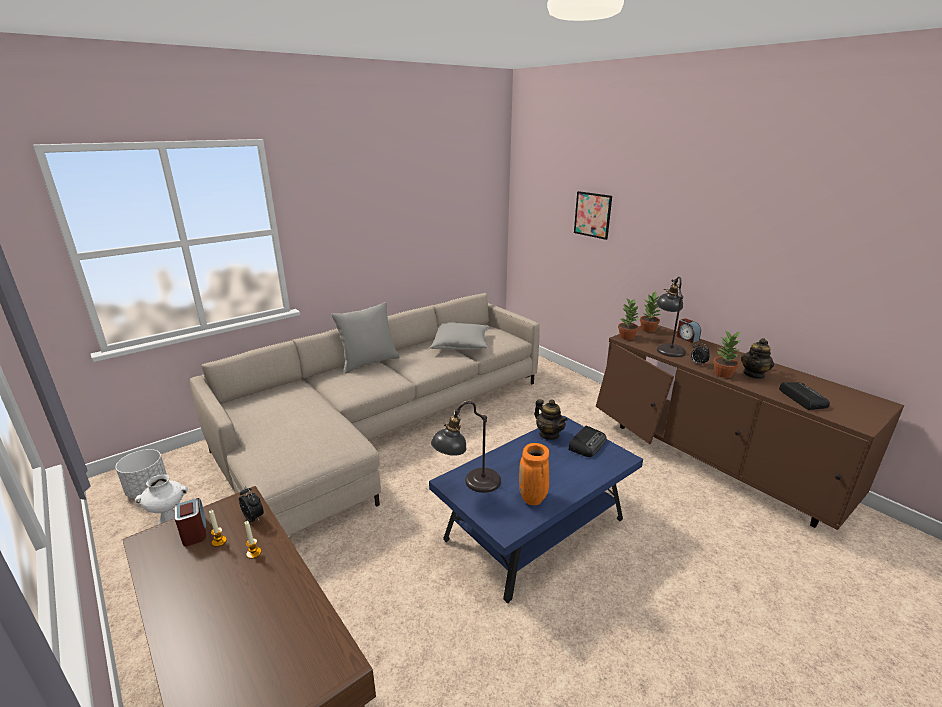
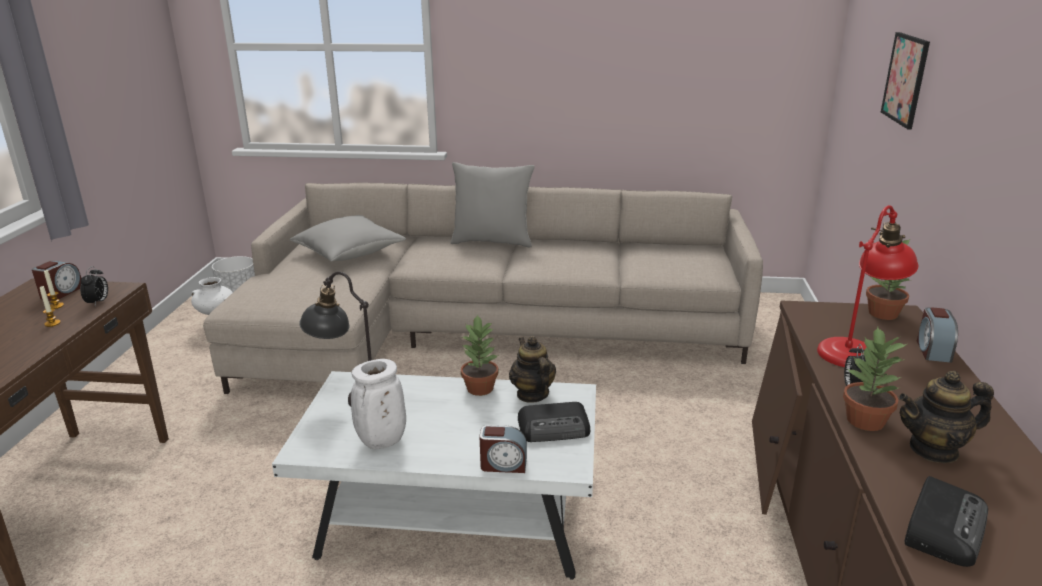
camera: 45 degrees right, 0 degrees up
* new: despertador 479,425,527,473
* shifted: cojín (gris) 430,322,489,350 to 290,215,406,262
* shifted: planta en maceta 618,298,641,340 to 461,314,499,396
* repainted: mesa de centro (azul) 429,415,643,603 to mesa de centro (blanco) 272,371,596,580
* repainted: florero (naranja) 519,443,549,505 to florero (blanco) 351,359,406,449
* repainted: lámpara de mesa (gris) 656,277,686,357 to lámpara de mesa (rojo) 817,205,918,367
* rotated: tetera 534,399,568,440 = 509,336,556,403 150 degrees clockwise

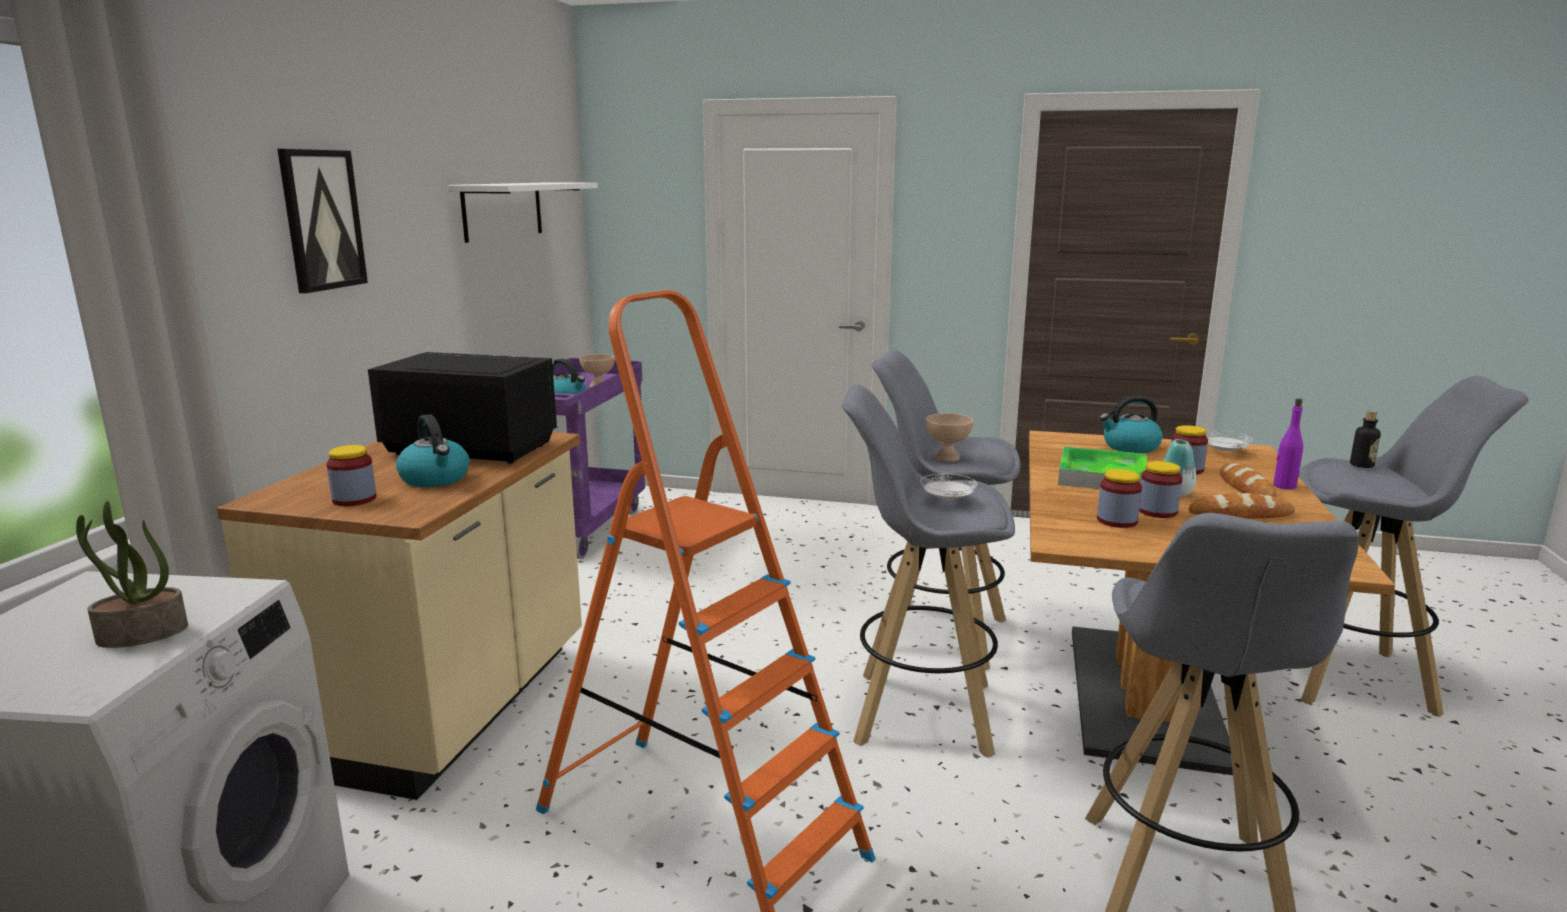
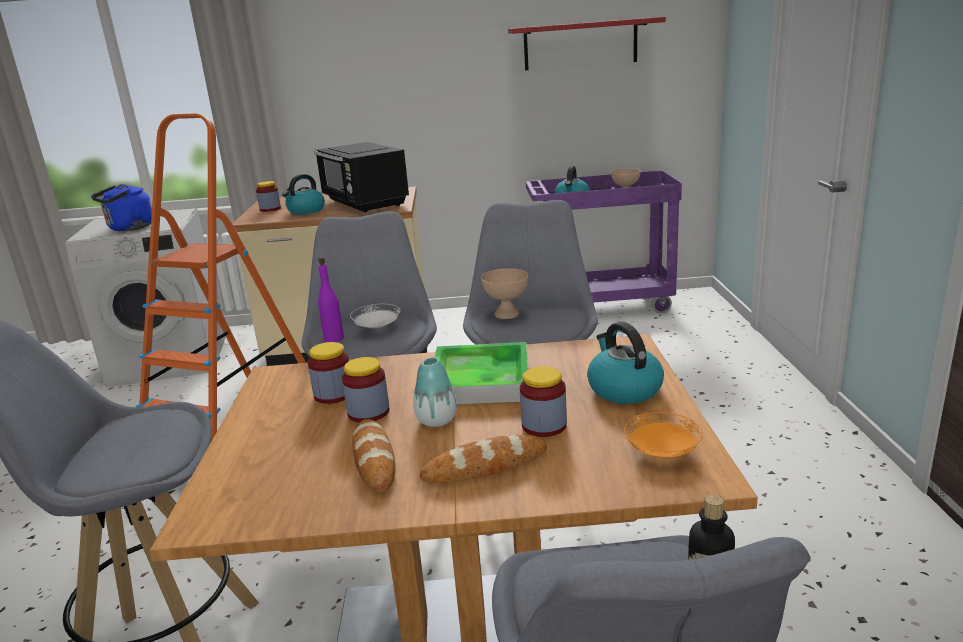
camera: 75 degrees right, 5 degrees up
* gone: cuadro 277,149,368,293
* shifted: botella (morado) 1273,398,1303,490 to 318,257,344,342
* swapped: planta en maceta 76,501,188,648 to hervidor (azul) 91,184,152,231
* repainted: estante (blanco) 447,183,598,243 to estante (rojo) 508,17,666,71
* repainted: plato (blanco) 1207,430,1253,452 to plato (naranja) 624,412,703,457
* rotated: microondas (negro) 368,352,557,464 = 314,142,409,213 150 degrees clockwise

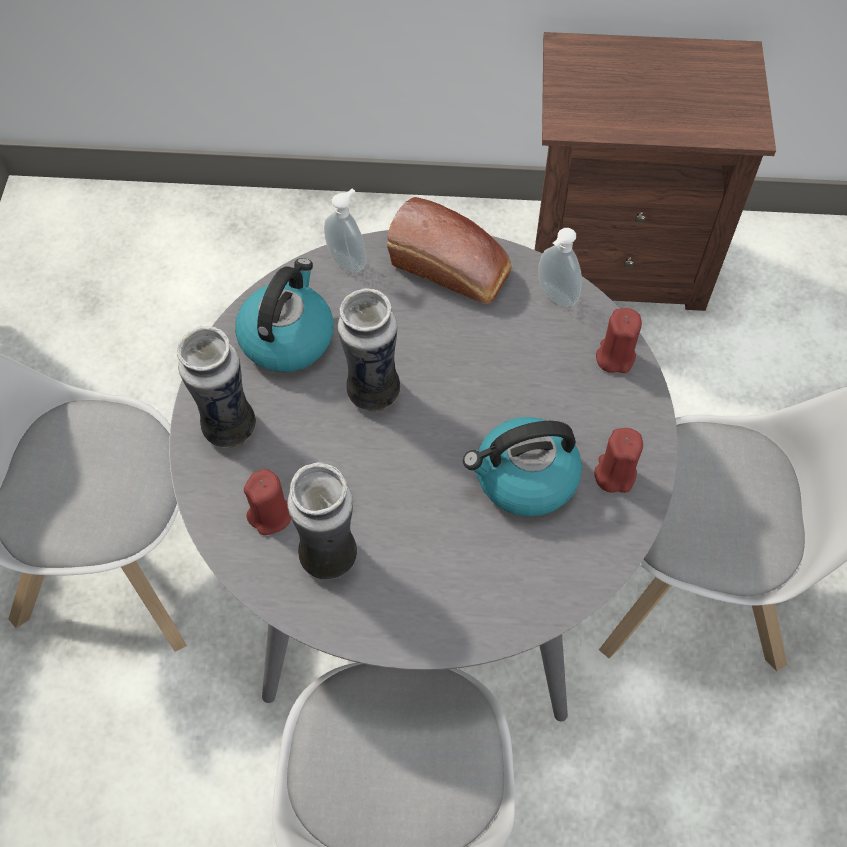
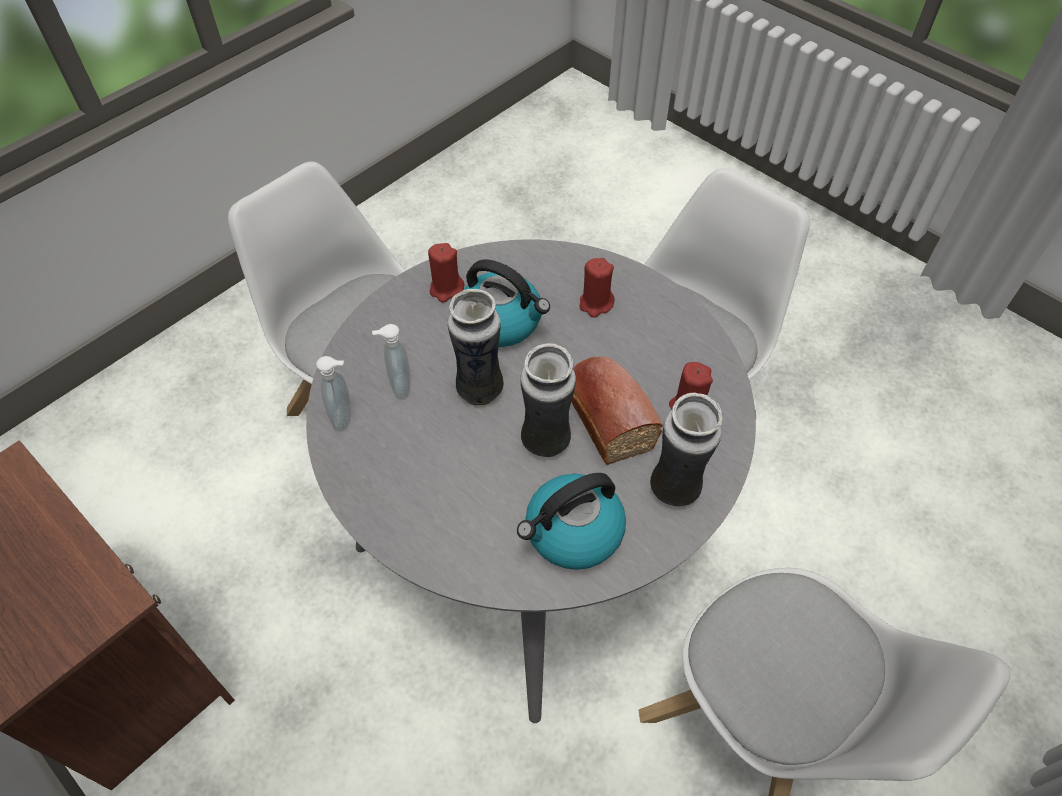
camera: 140 degrees left, 5 degrees down
* shifted: florero 287,462,357,580 to 448,289,504,405
* shifted: dispensador de jabón 324,189,366,273 to 372,324,410,400
* shifted: pan 387,197,512,304 to 571,357,663,465
* shifted: vela (rojo) 596,308,642,373 to 580,258,614,318

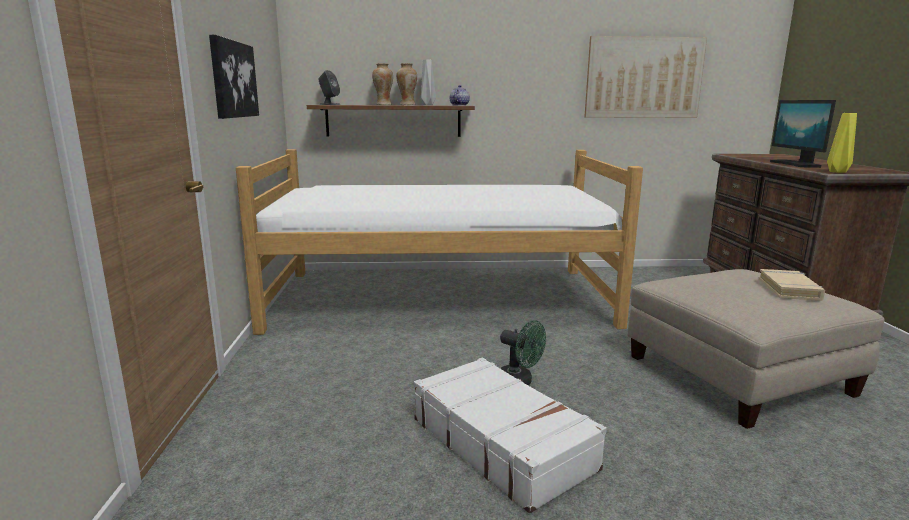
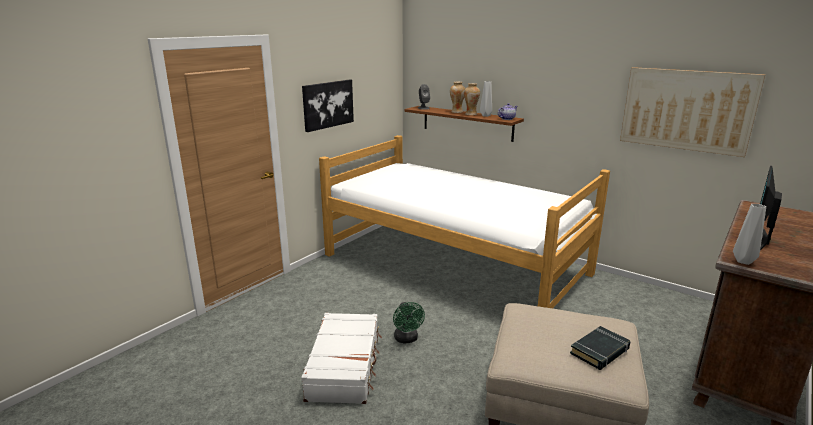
camera: 40 degrees right, 5 degrees up
* repainted: libro (beis) 759,269,825,301 to libro (negro) 570,326,630,370
* repainted: florero (amarillo) 827,113,857,173 to florero (gris) 733,204,766,265

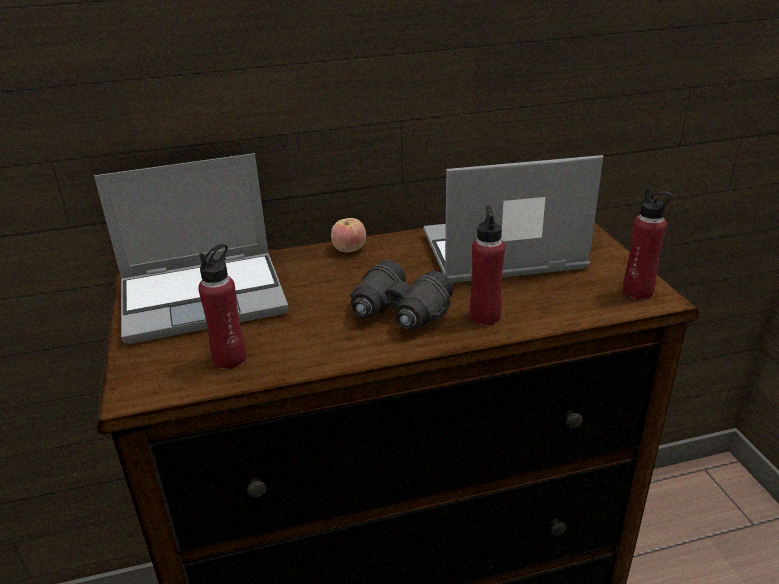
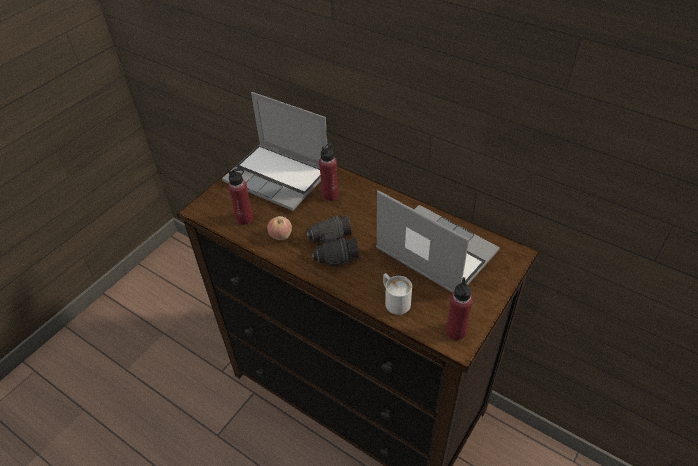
camera: 50 degrees right, 15 degrees up
* new: taza grande (blanco) 383,273,412,315
* shifted: manzana 331,218,366,252 to 267,216,292,240
* shifted: botella (rojo) 470,206,505,325 to 319,141,339,201

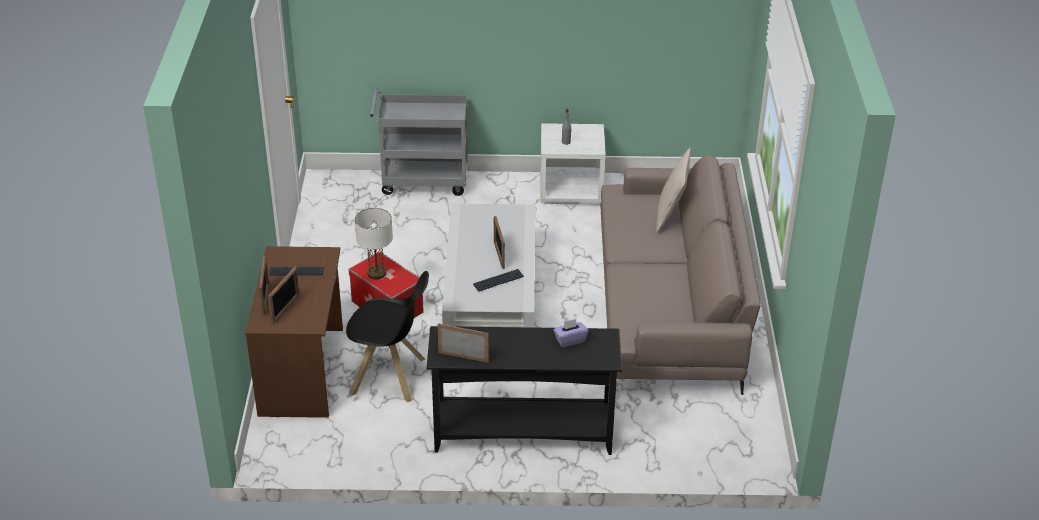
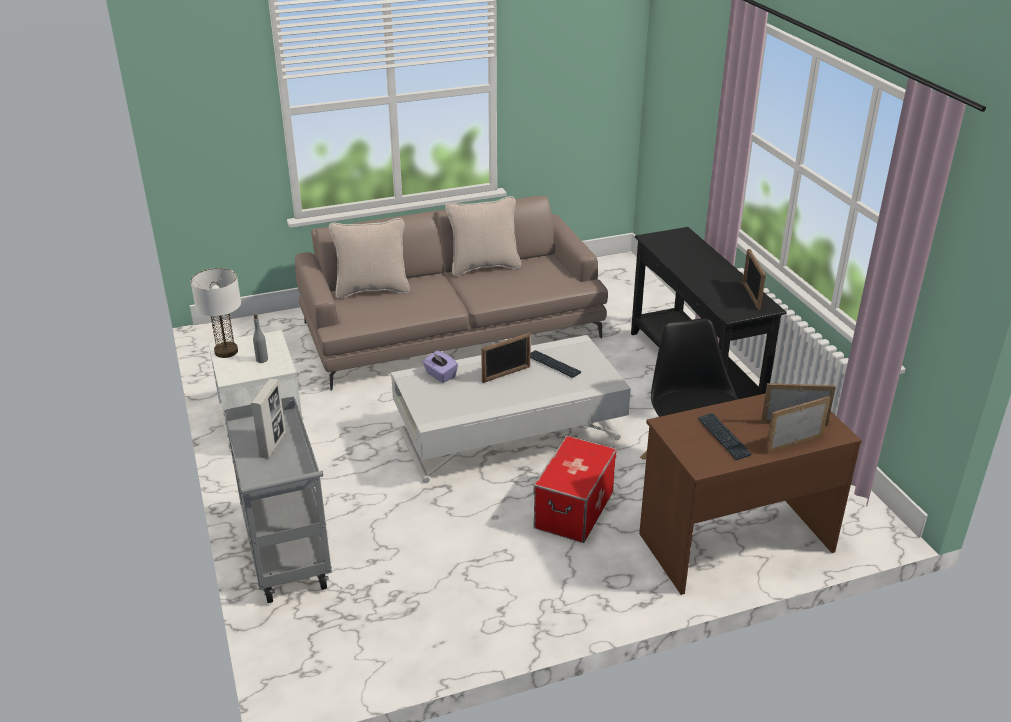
camera: 110 degrees left, 5 degrees down
* new: portarretratos 251,379,286,459
* new: cojín (beis) 445,196,521,276
* shifted: lámpara de mesa 355,208,393,280 to 191,268,241,358
* shifted: caja de pañuelos (morado) 553,319,588,348 to 422,351,458,383

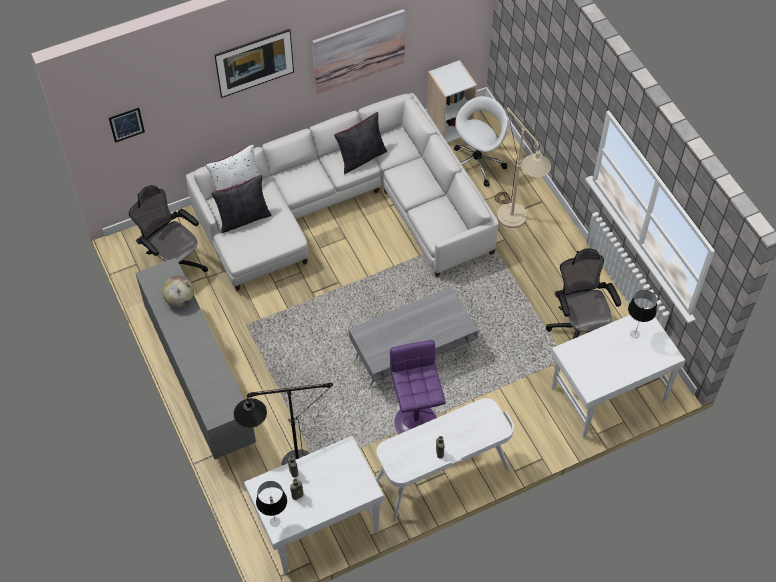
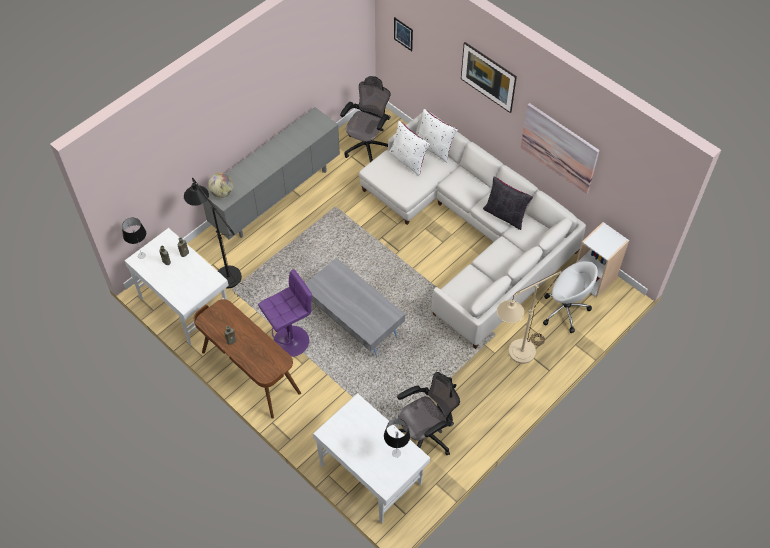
camera: 70 degrees right, 0 degrees up
* shifted: globo terráqueo 162,275,194,307 to 208,173,234,198
* repainted: cojín (negro) 211,175,272,233 to cojín (blanco) 389,121,430,176
* repainted: escritorio (blanco) 375,398,514,522 to escritorio (marrón) 194,299,301,419

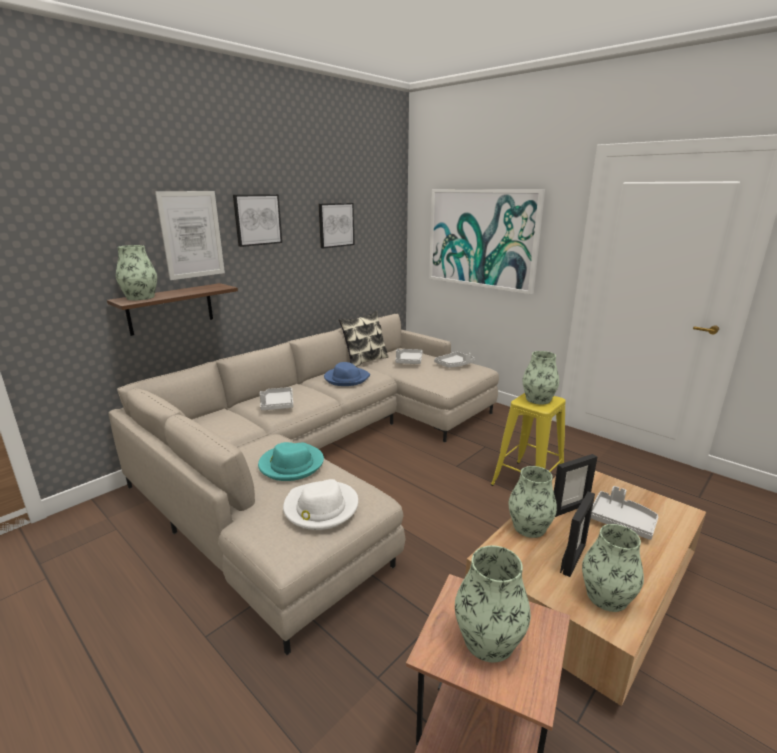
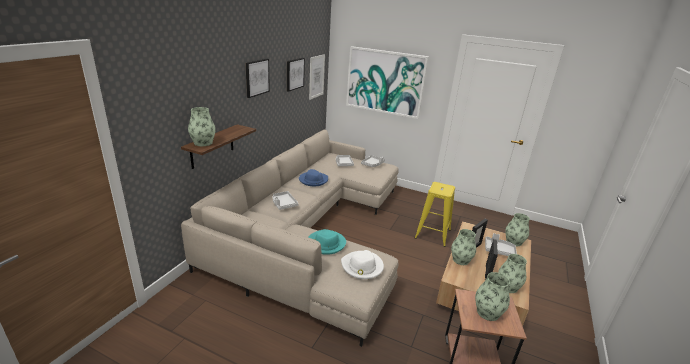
camera: 20 degrees left, 5 degrees up
* gone: cojín 339,310,389,367
* shifted: cuadro 155,191,225,280 to 309,54,325,100
* shifted: florero 522,351,559,405 to 505,213,530,246

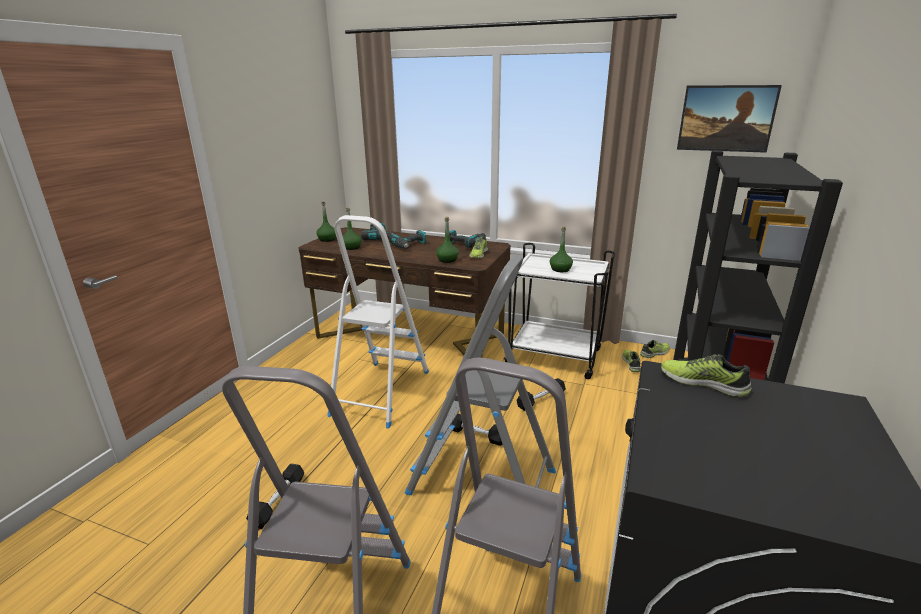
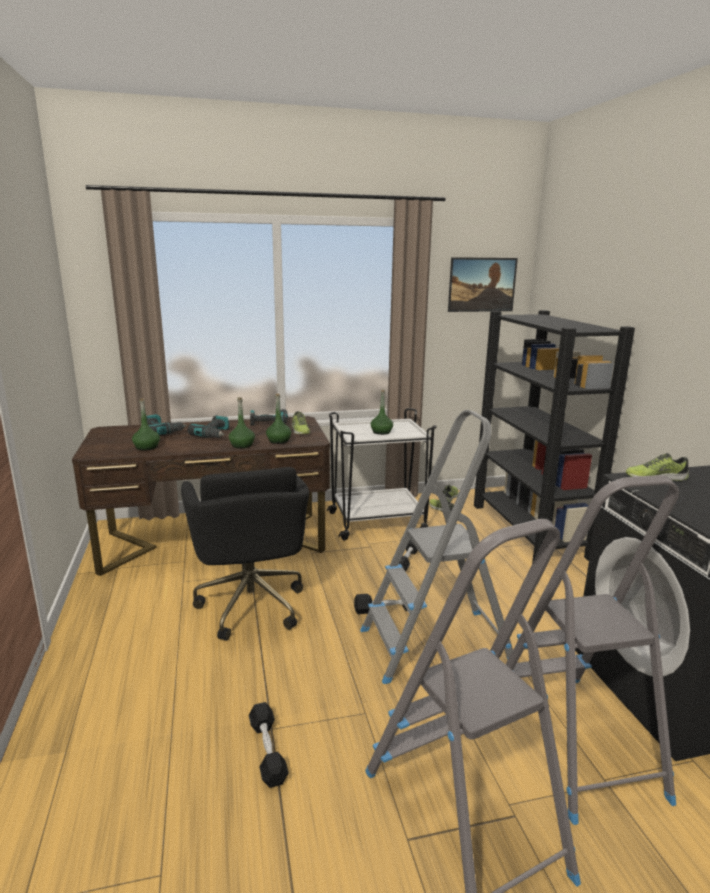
camera: 35 degrees left, 5 degrees down
* shifted: botella (verde) 316,202,336,242 to 229,398,255,448
* swapped: escalera de tijera (blanco) 327,215,429,429 to silla de oficina (negro) 181,467,309,641

